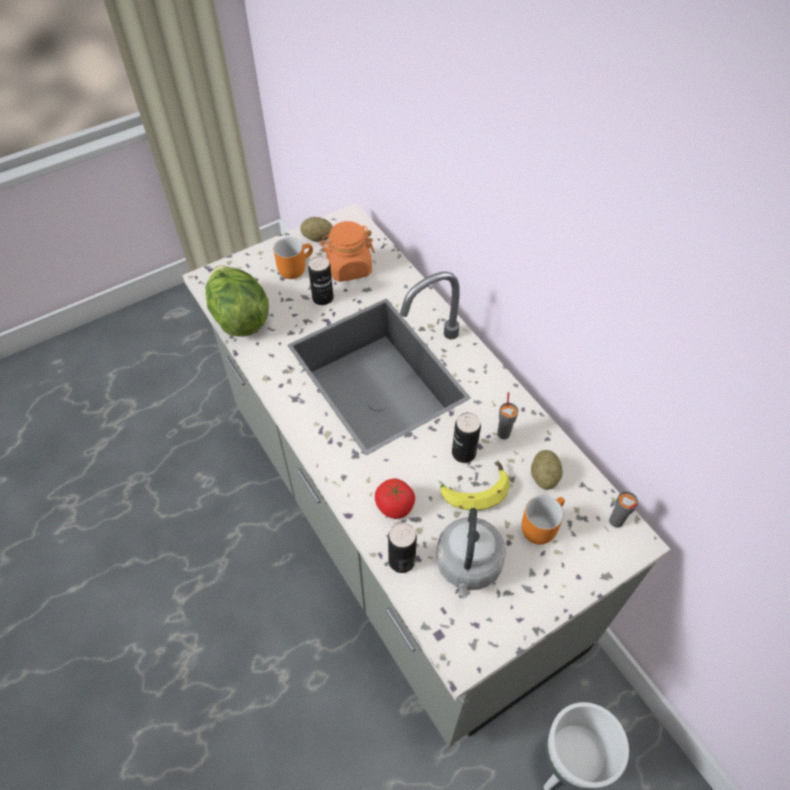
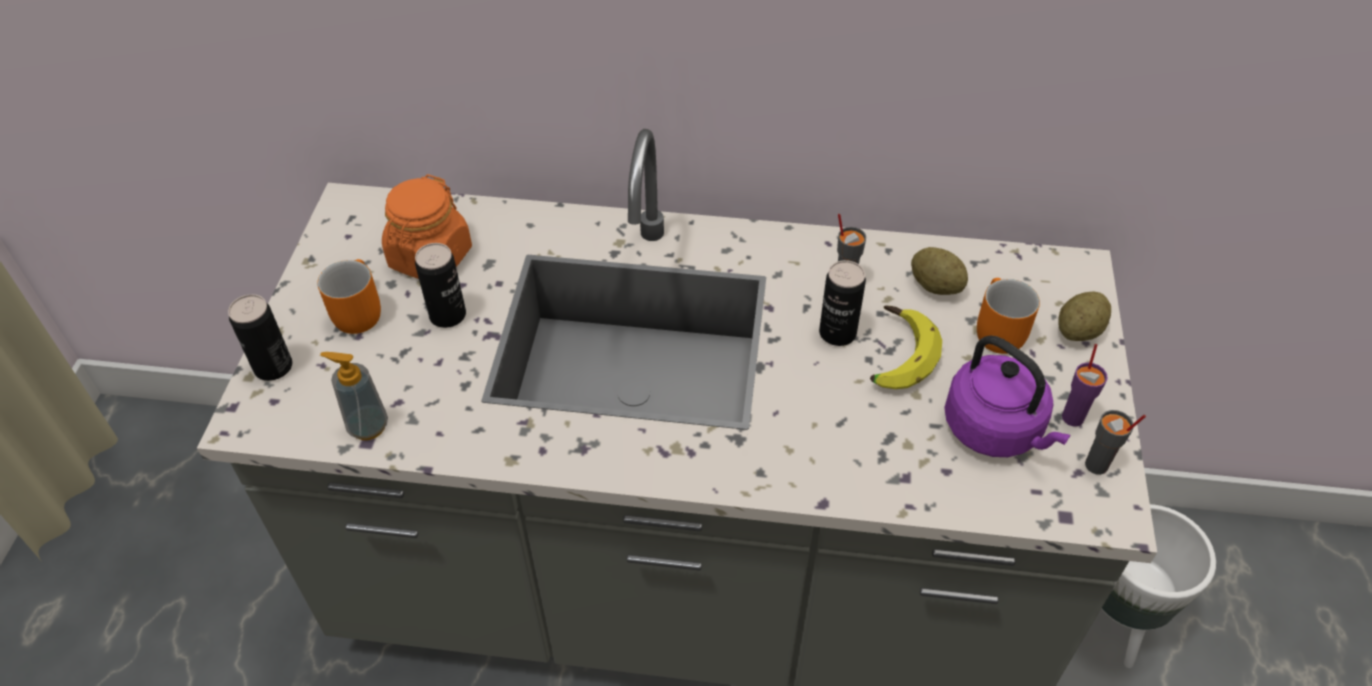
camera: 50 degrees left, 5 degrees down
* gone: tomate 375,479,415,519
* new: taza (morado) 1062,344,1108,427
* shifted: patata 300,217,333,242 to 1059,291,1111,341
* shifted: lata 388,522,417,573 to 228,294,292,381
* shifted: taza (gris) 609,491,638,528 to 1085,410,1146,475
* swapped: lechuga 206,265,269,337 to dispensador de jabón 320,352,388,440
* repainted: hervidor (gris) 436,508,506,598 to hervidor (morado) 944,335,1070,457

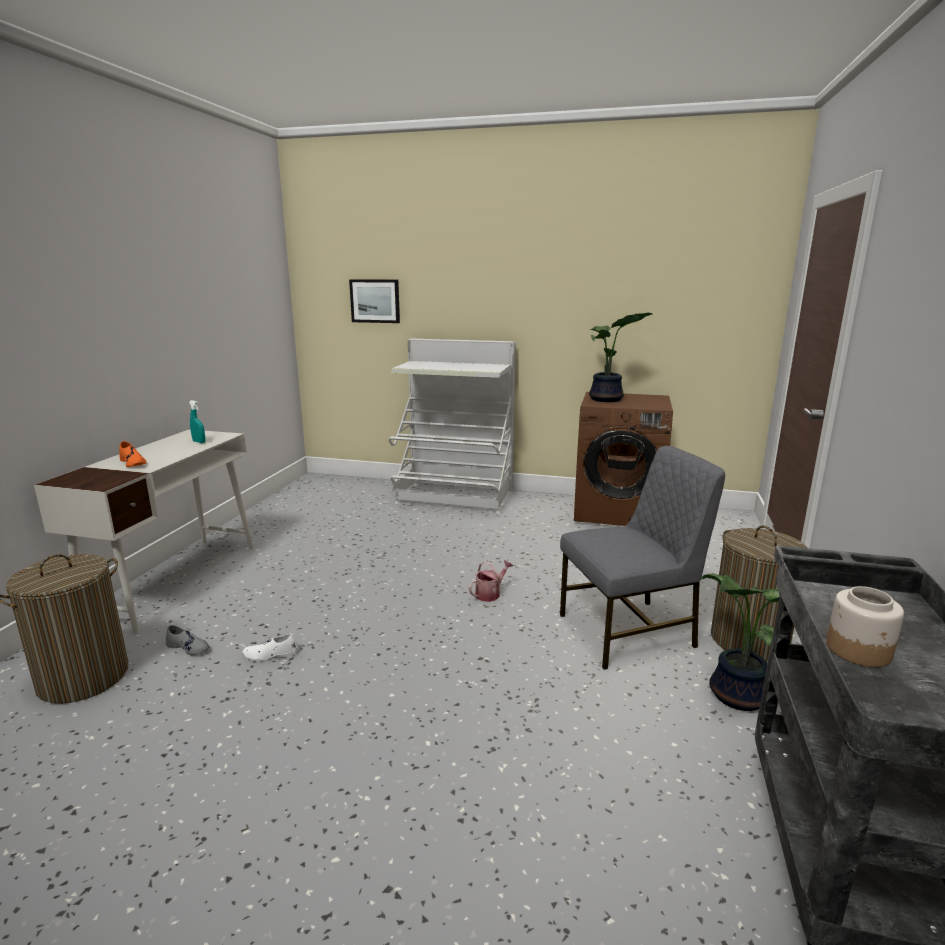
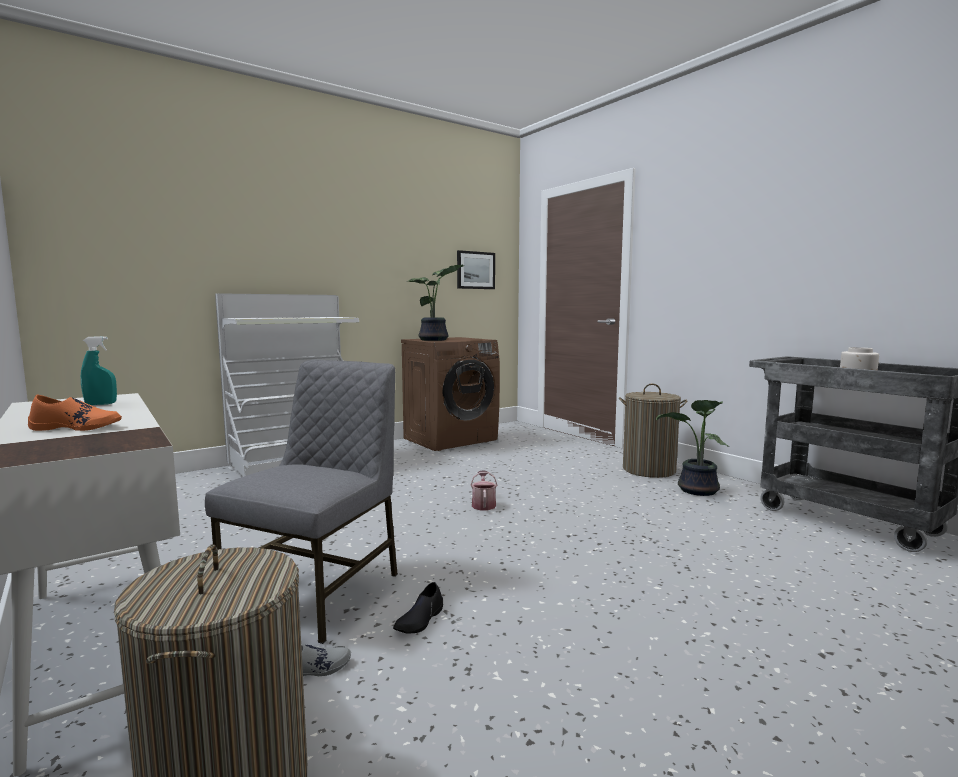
camera: 50 degrees left, 10 degrees down
* shifted: cuadro 349,279,400,323 to 457,250,495,289
* shifted: silla (gris) 560,446,725,670 to 205,360,398,644
* repainted: zapato (blanco) 243,633,299,662 to zapato (negro) 393,582,443,634

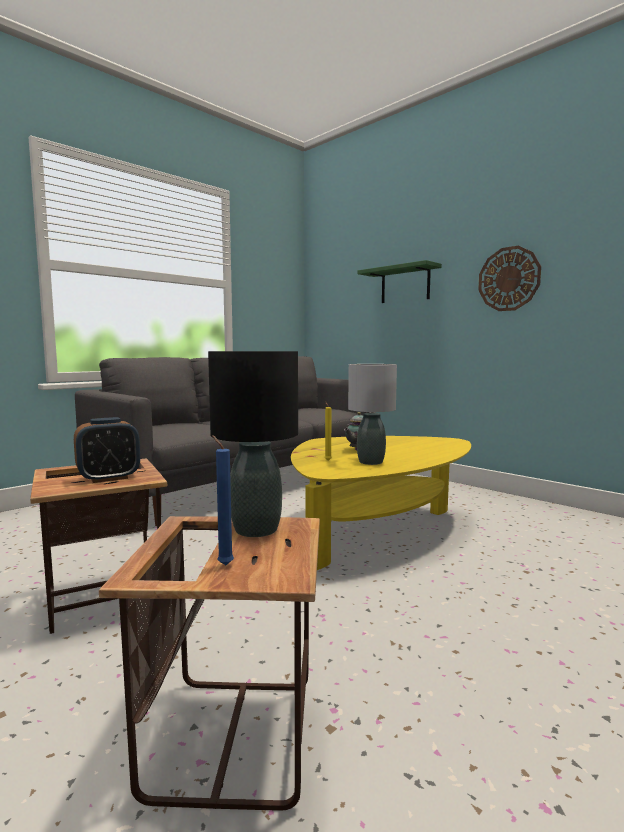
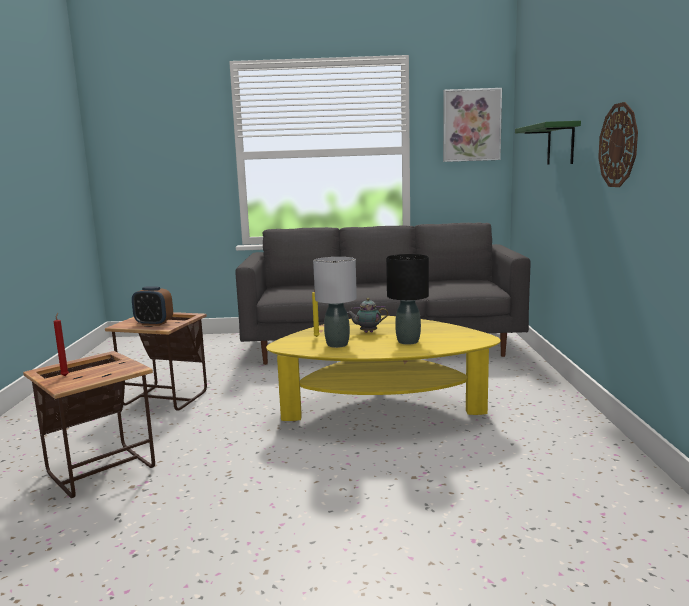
camera: 45 degrees right, 5 degrees up
* new: cuadro 443,88,502,162
* shifted: lámpara de mesa (negro) 208,351,298,537 to 386,254,429,345
* repainted: vela (azul) 212,435,234,565 to vela (rojo) 53,313,69,376

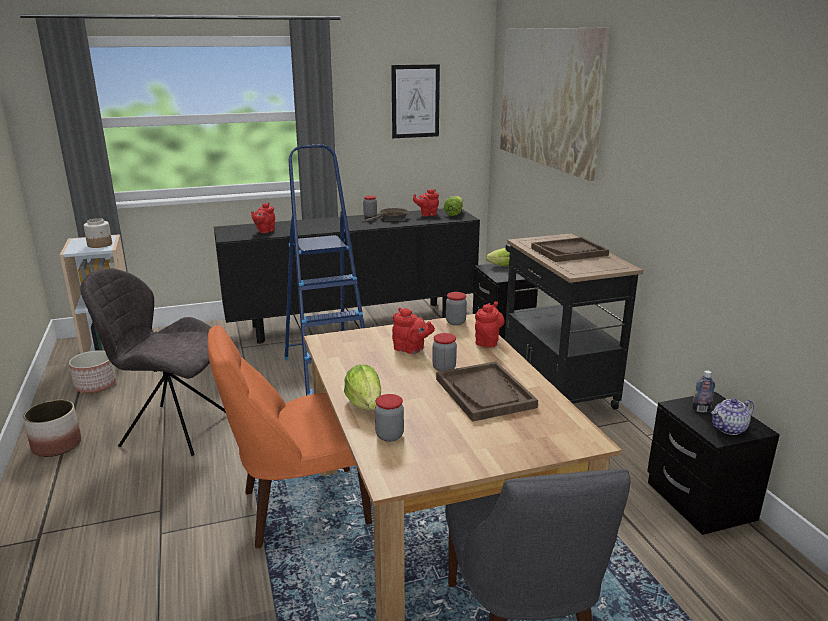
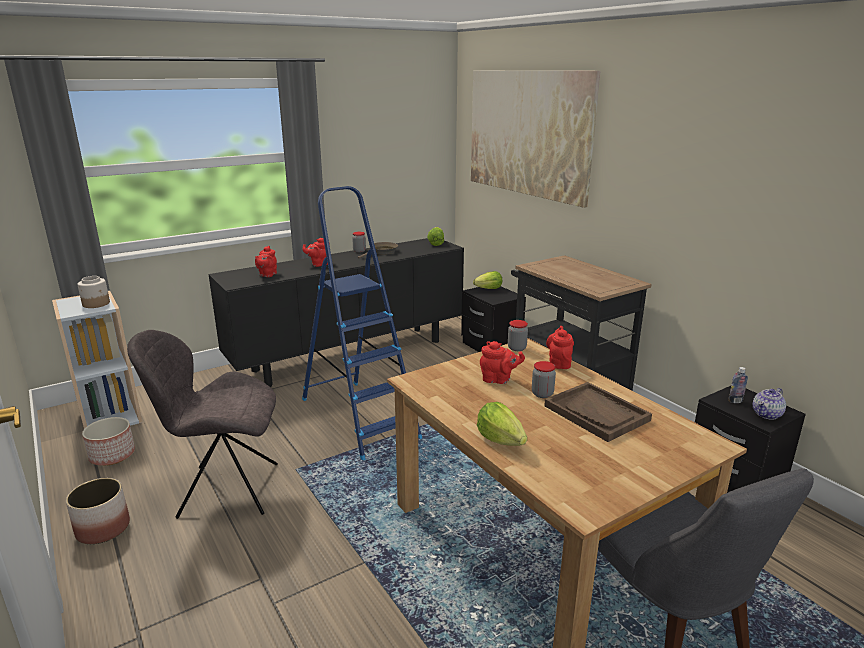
camera: 15 degrees left, 0 degrees up
* gone: silla (naranja) 207,325,372,549
* gone: tarro 375,394,404,442
* gone: cuadro 391,64,440,138
* gone: bandeja (marrón) 531,237,609,262
* shifted: tetera (rojo) 413,189,439,217 to 303,238,328,267

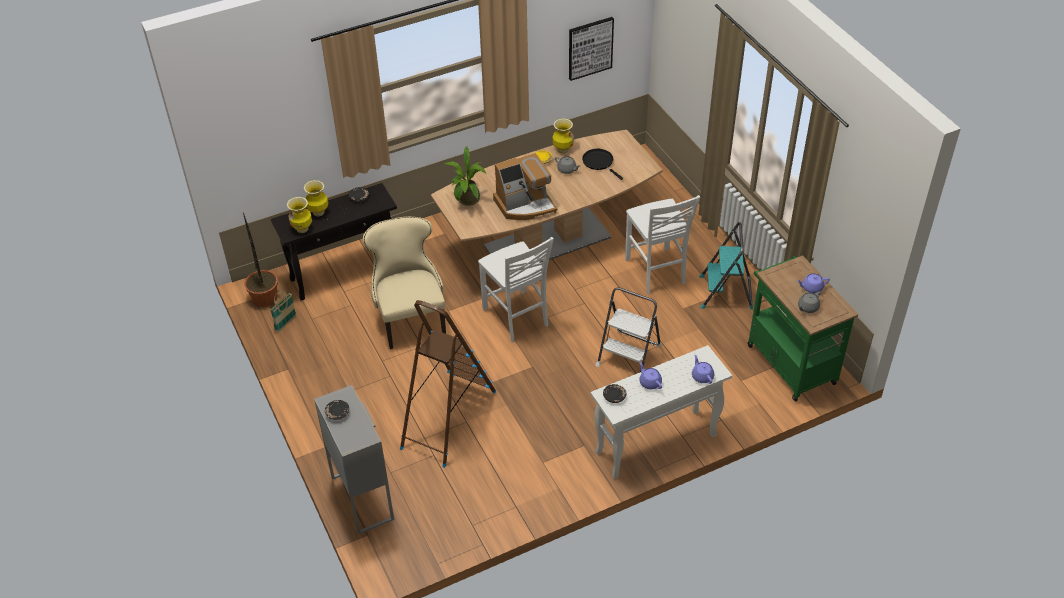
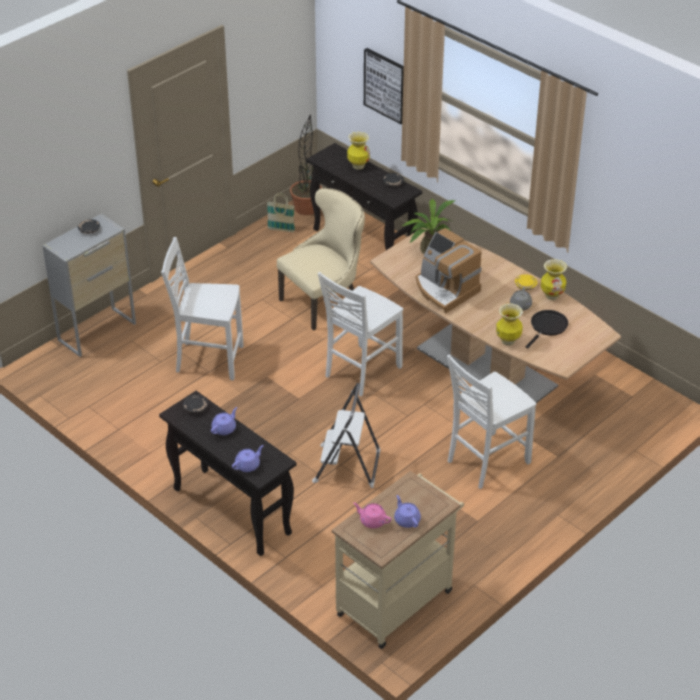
camera: 70 degrees right, 5 degrees down
* gone: escalera de tijera (turquesa) 699,222,753,310
* shifted: florero 287,197,312,233 to 496,304,523,346
* shifted: cuadro 569,17,614,81 to 364,48,404,124
* swapped: escalera de tijera (marrón) 400,300,496,468 to silla (blanco) 161,237,243,380
* repainted: mesa consola (blanco) 591,345,732,479 to mesa consola (negro) 159,391,296,556
* repainted: carrito (verde) 747,255,858,402 to carrito (beis) 332,471,464,649
* repainted: tetera (gris) 798,292,820,313 to tetera (rosa) 353,503,391,528

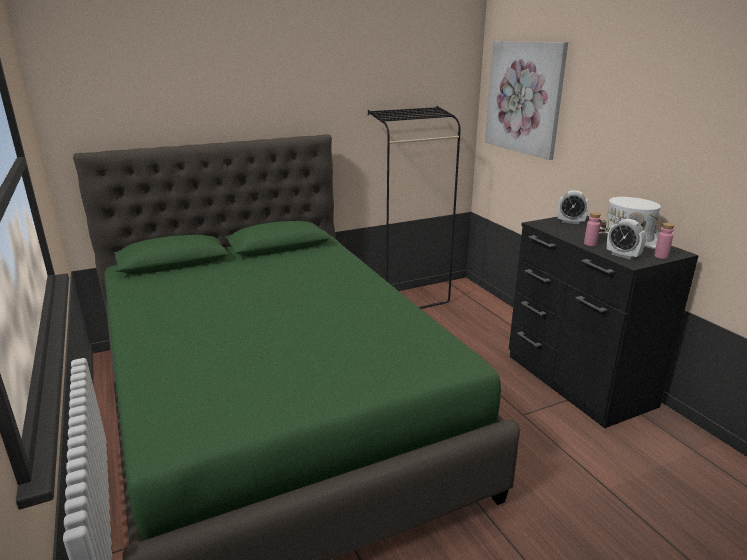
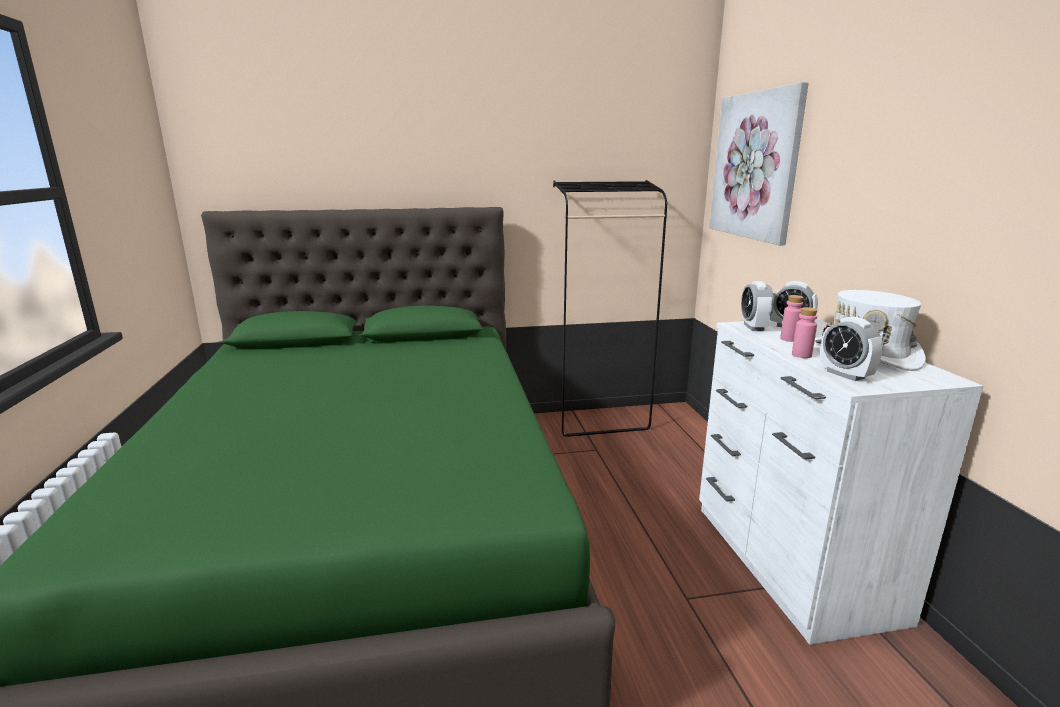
camera: 15 degrees right, 5 degrees down
* new: despertador 741,281,774,331
* shifted: botella (rosa) 654,223,674,259 to 780,295,804,342
* repainted: cómoda (negro) 509,215,699,428 to cómoda (blanco) 699,319,983,645

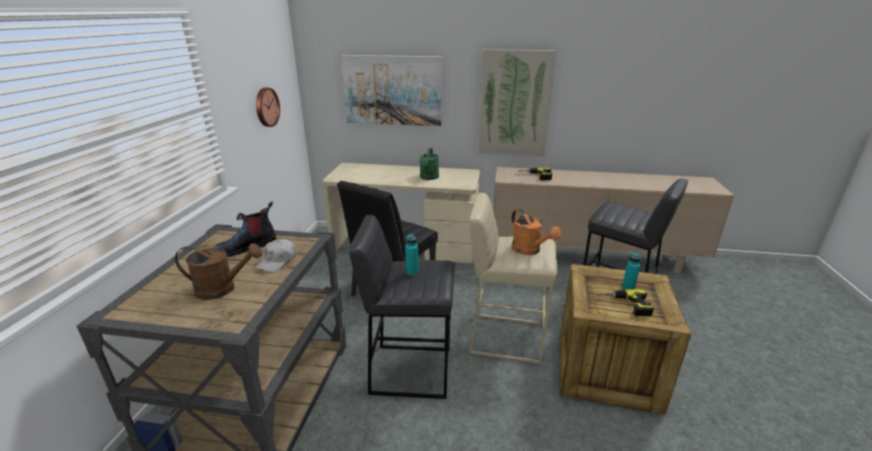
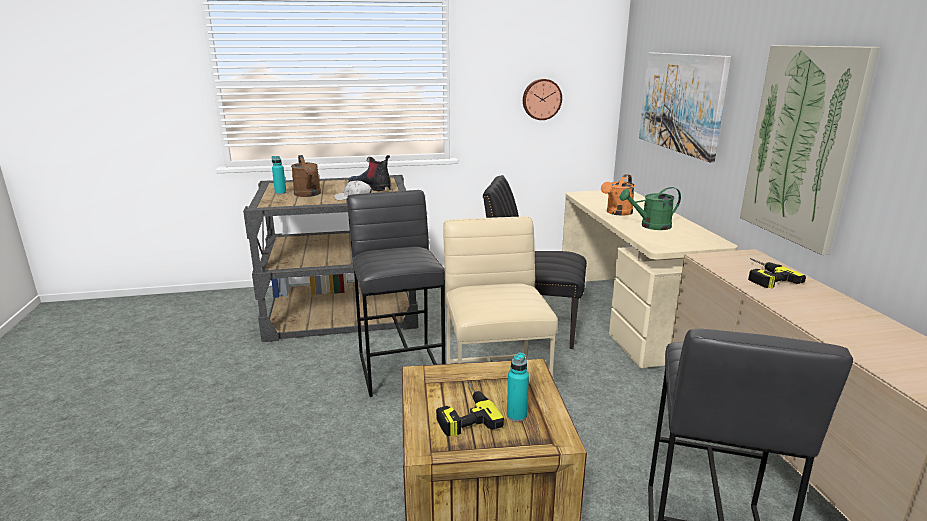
camera: 70 degrees right, 5 degrees down
* shifted: botella (turquesa) 405,234,419,276 to 272,156,286,194
* shifted: regadera (naranja) 512,209,561,255 to 601,174,635,216

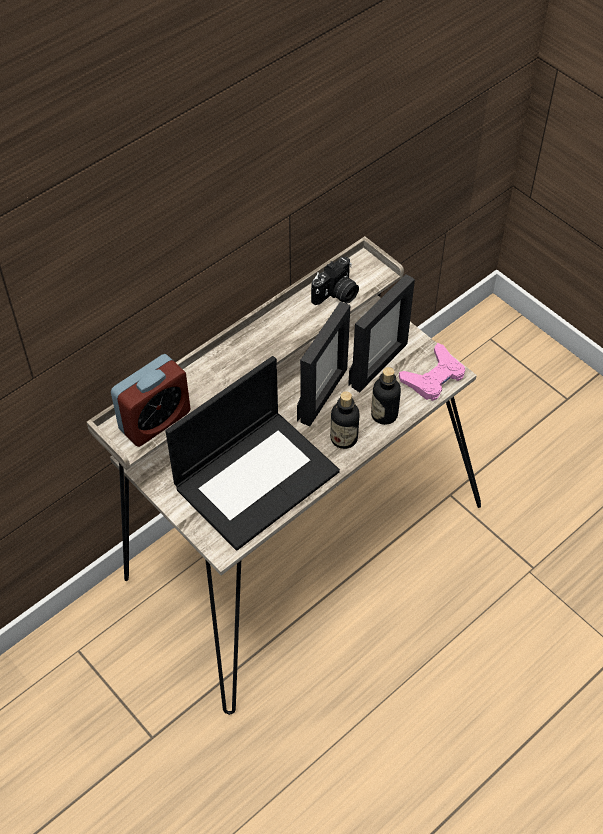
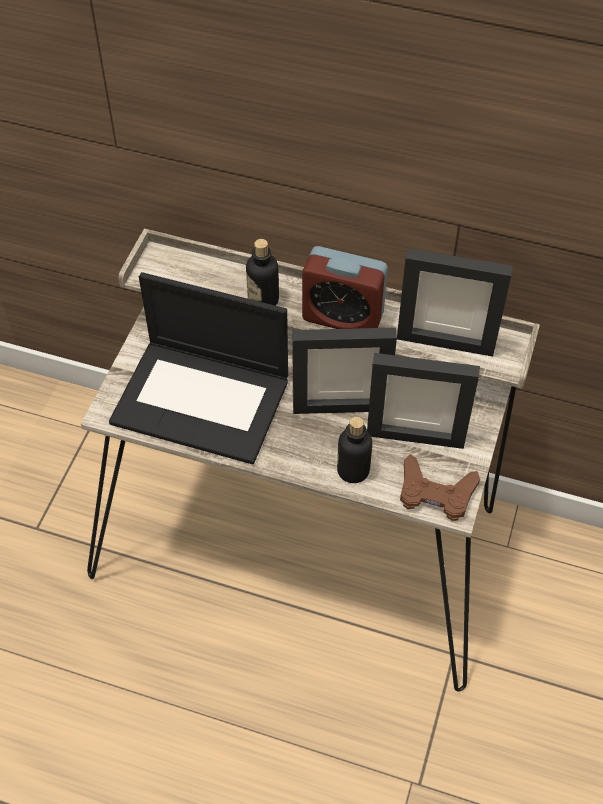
camera: 60 degrees right, 0 degrees up
* shifted: despertador 111,354,191,447 to 302,246,388,329
* shifted: botella 330,391,360,449 to 246,239,279,306
* swapped: cámara 311,257,359,305 to portarretratos 397,248,513,357
* repainted: mando de consola (rosa) 399,343,465,401 to mando de consola (marrón) 400,454,480,521

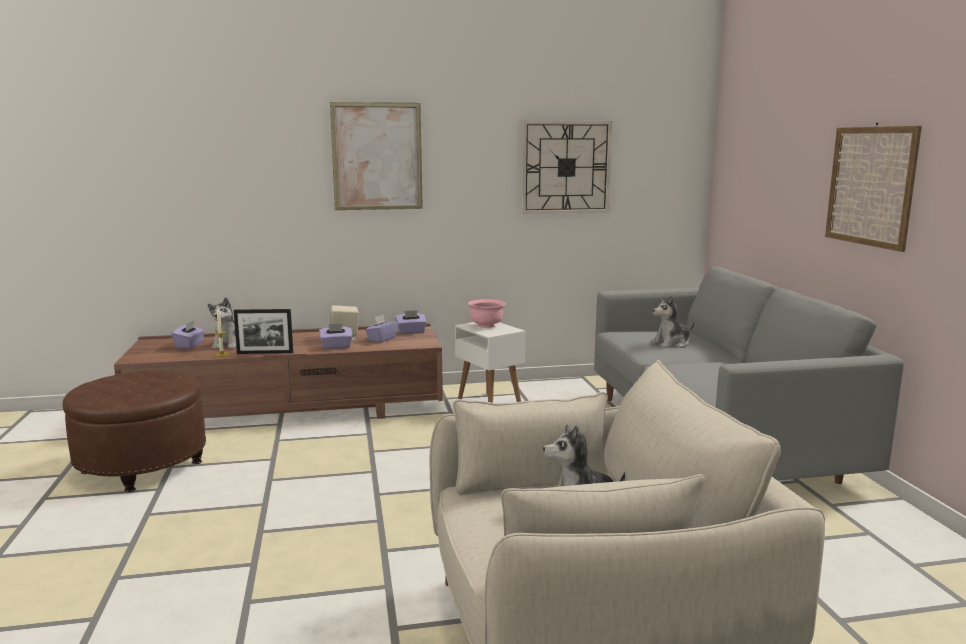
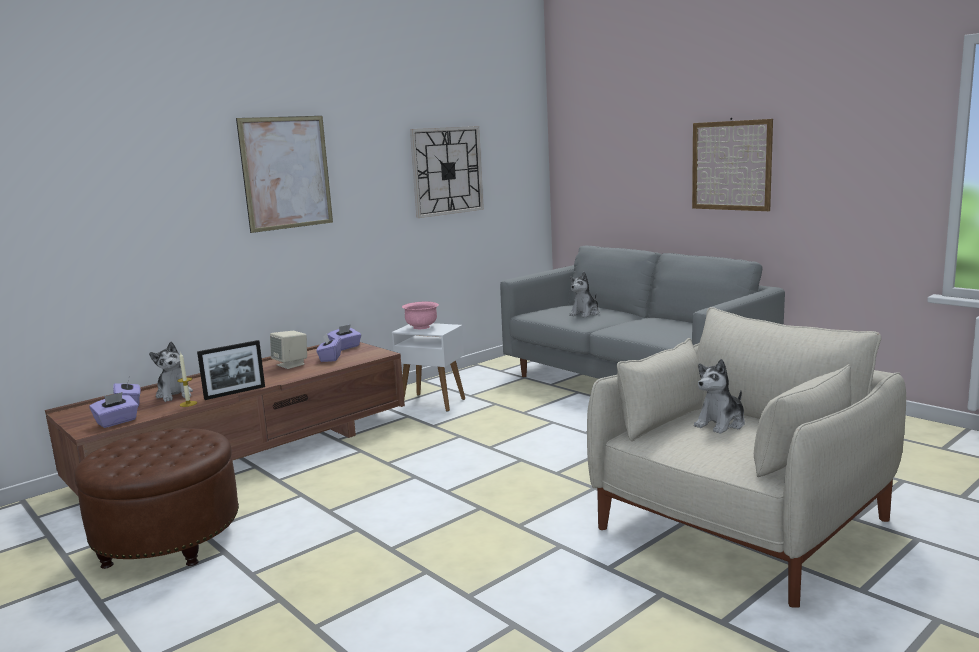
camera: 30 degrees left, 0 degrees up
* shifted: caja de pañuelos (morado) 319,324,353,349 to 89,392,138,428

